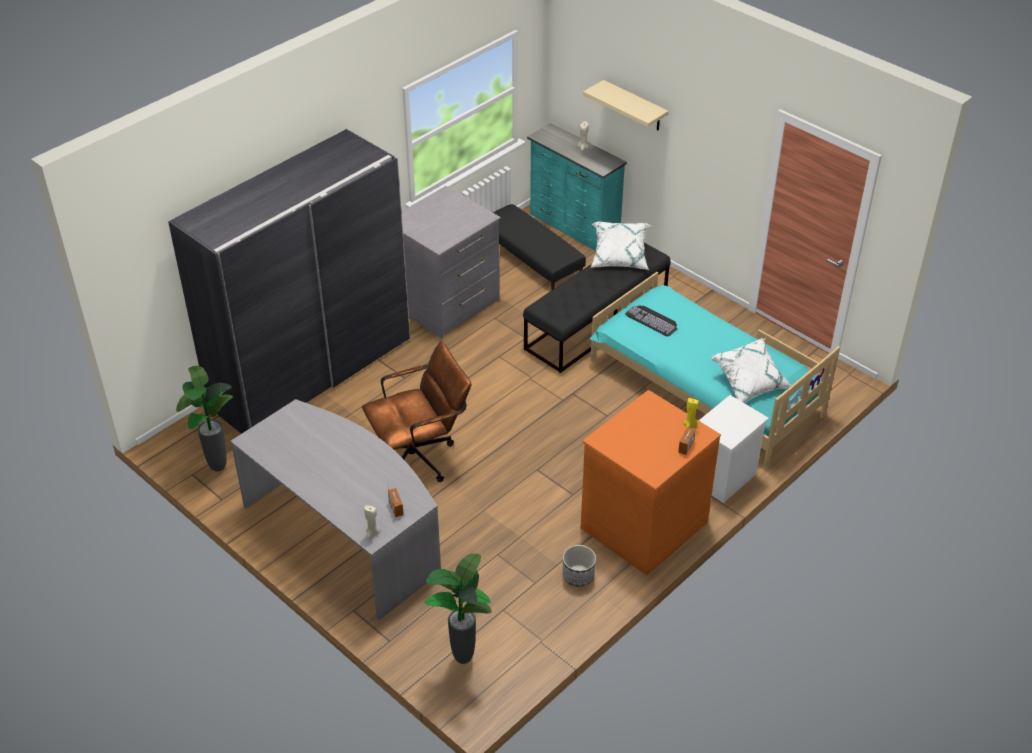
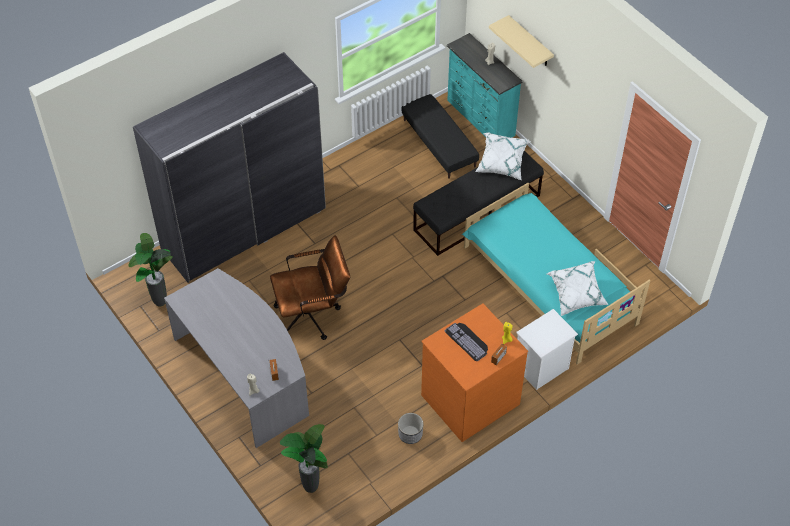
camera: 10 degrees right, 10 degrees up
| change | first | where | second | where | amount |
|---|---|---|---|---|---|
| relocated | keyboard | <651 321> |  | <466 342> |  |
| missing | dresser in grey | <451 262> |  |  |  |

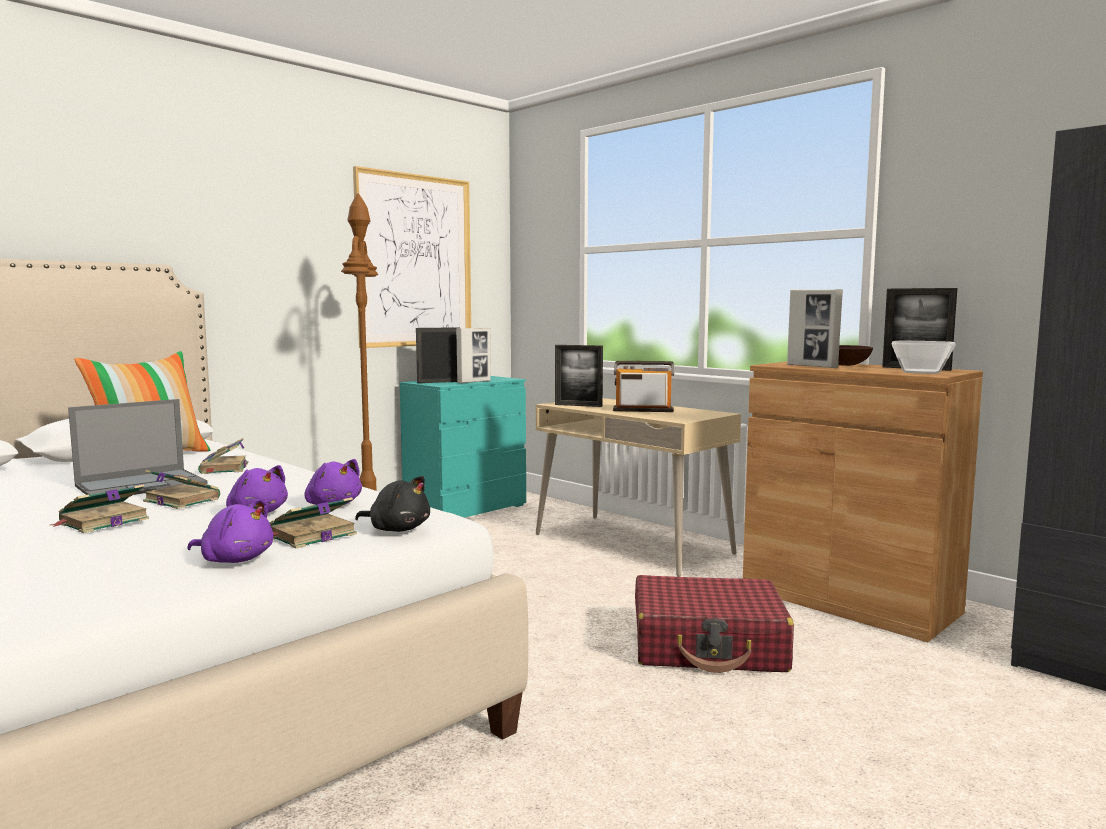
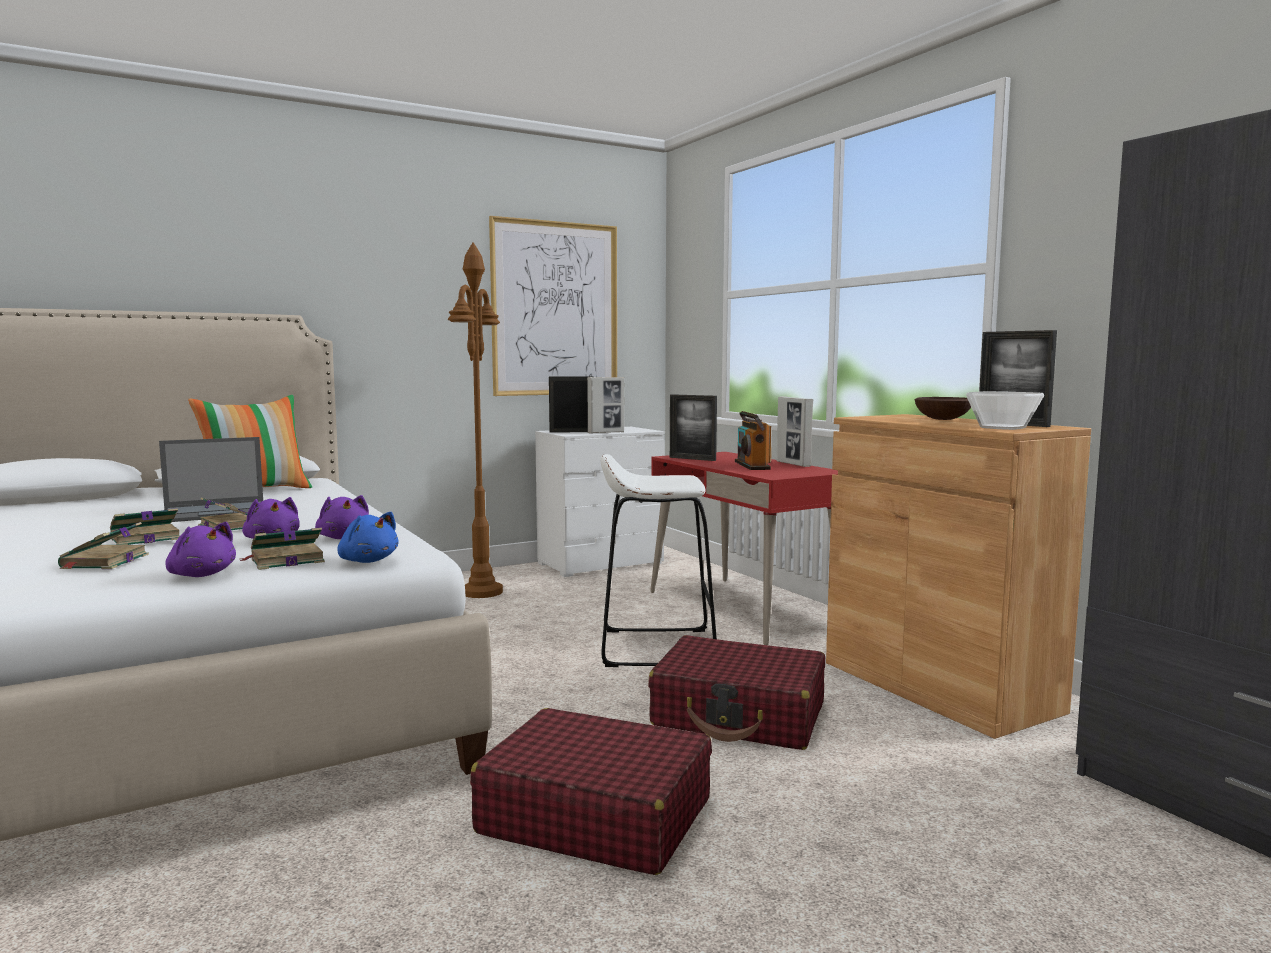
camera: 15 degrees right, 0 degrees up
| change | first | where | second | where | amount |
|---|---|---|---|---|---|
| relocated | book | <223 456> |  | <103 545> |  |
| colour | plush toy in black | <392 504> | plush toy in blue | <368 537> |  |
| appeared |  |  | suitcase in red | <591 791> |  |
| colour | dresser in turquoise | <463 447> | dresser in white | <600 502> |  |
| appeared |  |  | stool in white | <659 560> |  |
| colour | desk in beige | <638 487> | desk in red | <744 548> |  |
| spun | radio | <643 386> |  | <753 440> | 120 degrees counterclockwise |
| relocated | picture frame | <815 328> |  | <795 431> |  |

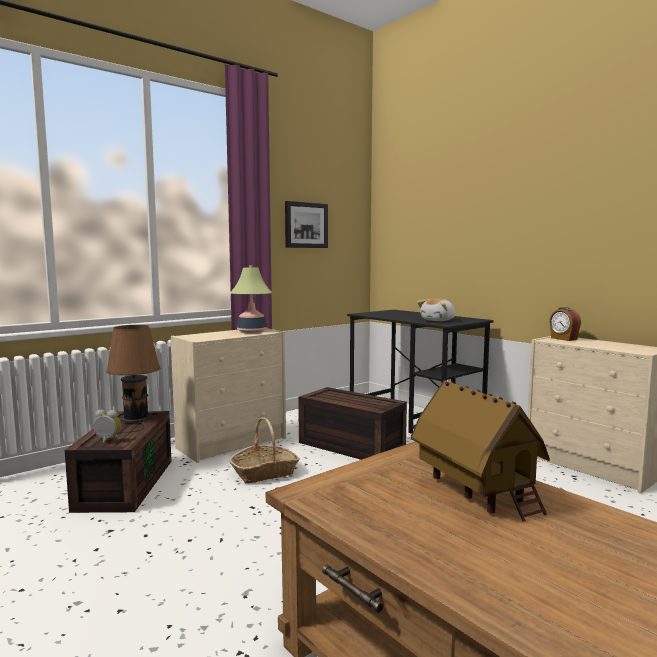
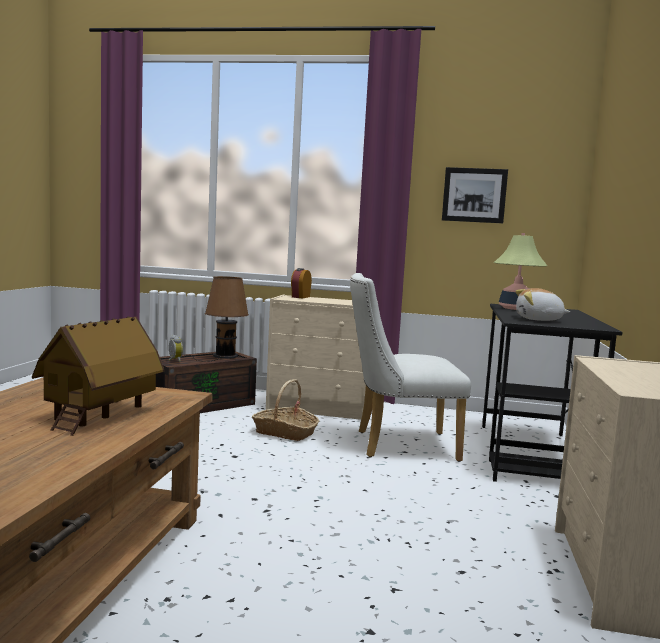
camera: 50 degrees right, 0 degrees up
| change | first | where | second | where | amount |
|---|---|---|---|---|---|
| relocated | alarm clock | <565 324> |  | <301 283> |  |
| exchanged | storage box in brown | <352 423> | chair in white | <410 367> |  |
| relocated | table lamp | <251 299> |  | <521 271> |  |

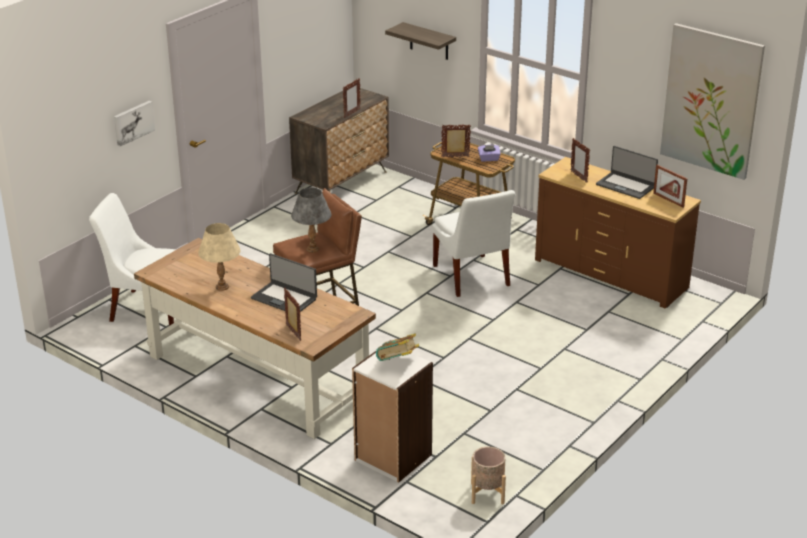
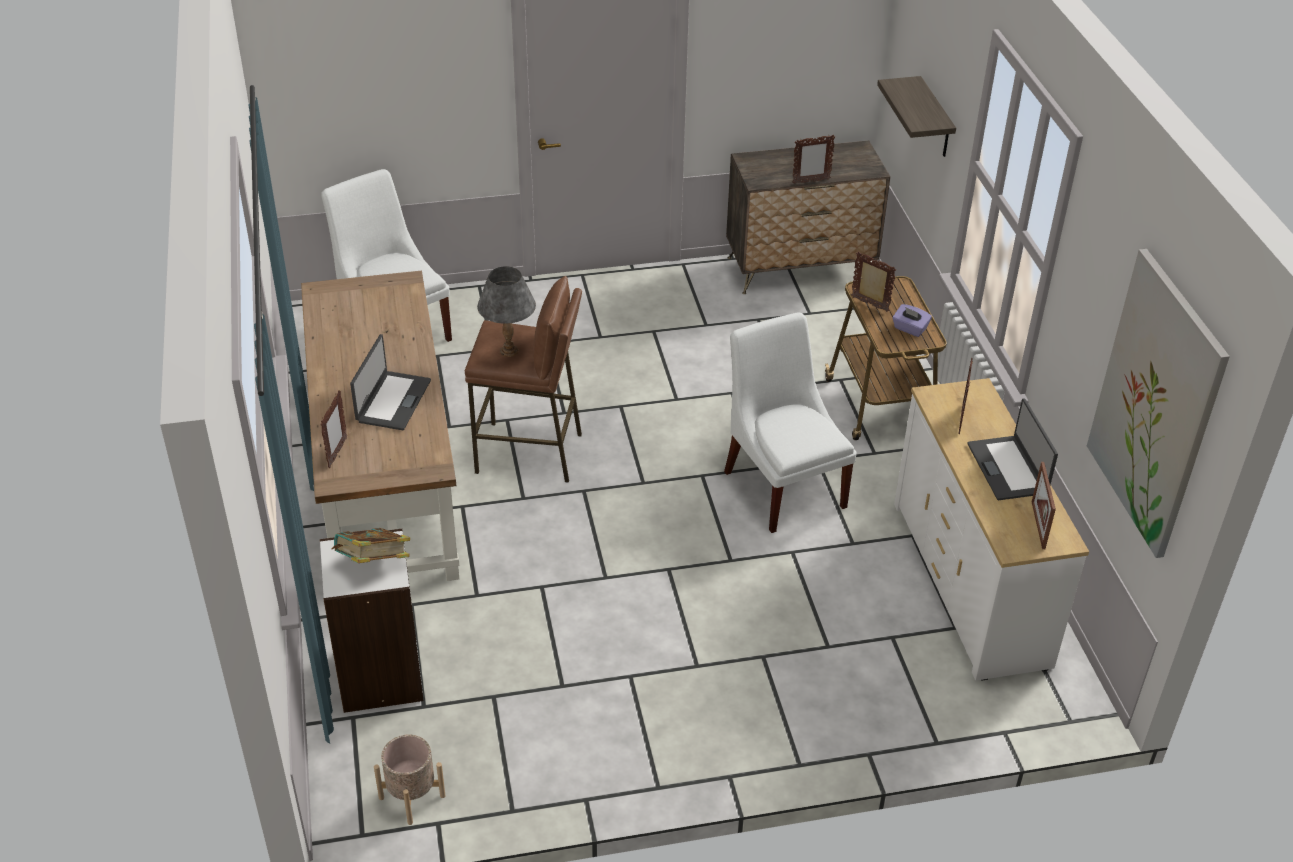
camera: 40 degrees right, 10 degrees up
| change | first | where | second | where | amount |
|---|---|---|---|---|---|
| spun | laptop | <284 282> |  | <390 382> | 150 degrees counterclockwise |
| spun | chair in white | <474 243> |  | <790 422> | 135 degrees clockwise |
| colour | dresser in brown | <618 233> | dresser in white | <991 529> |  |
| missing | picture | <134 124> |  |  |  |
| missing | table lamp in beige | <219 257> |  |  |  |

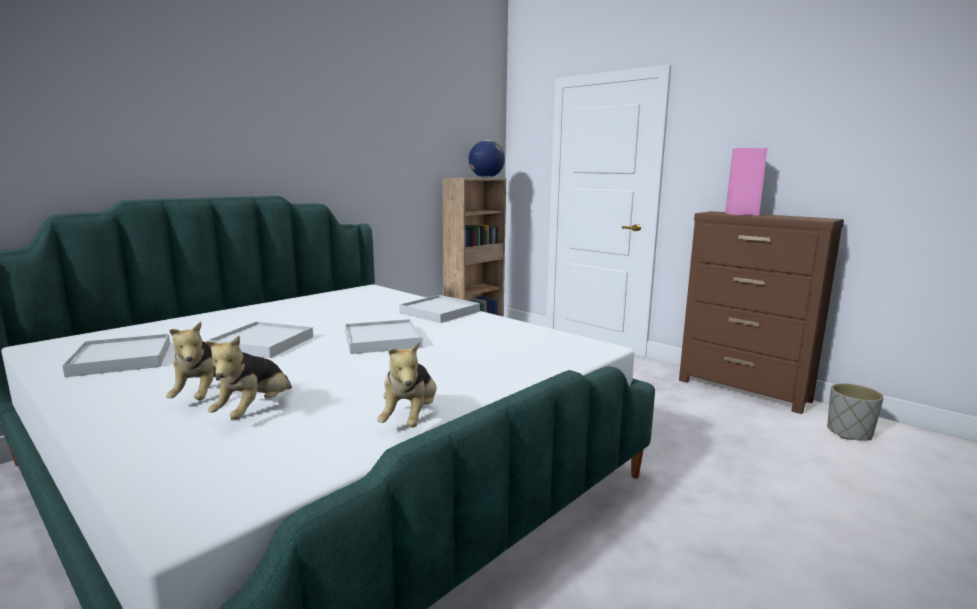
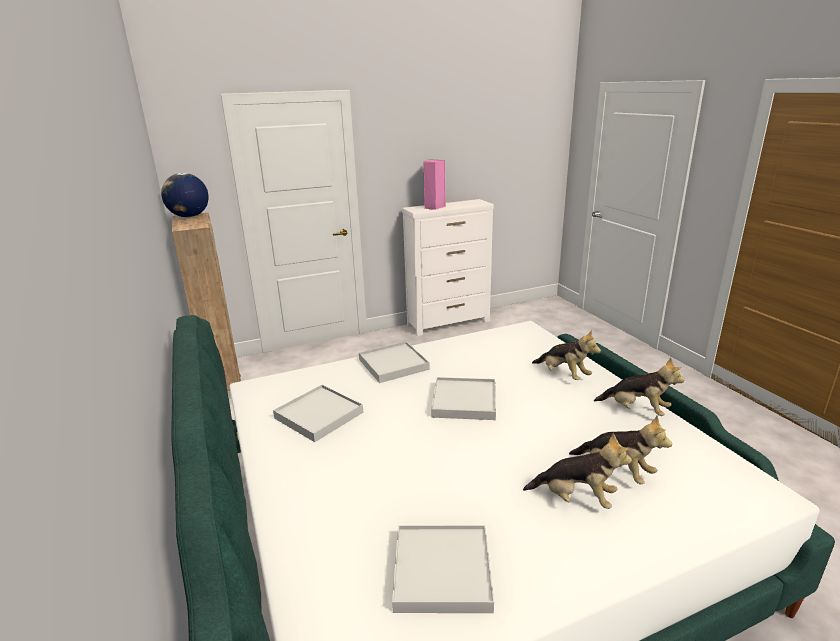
camera: 65 degrees left, 10 degrees up
| change | first | where | second | where | amount |
|---|---|---|---|---|---|
| relocated | tray in white | <260 340> |  | <318 413> |  |
| colour | dresser in brown | <761 312> | dresser in white | <448 267> |  |
| appeared |  |  | plush toy | <566 354> |  |
| missing | planter in grey | <855 412> |  |  |  |

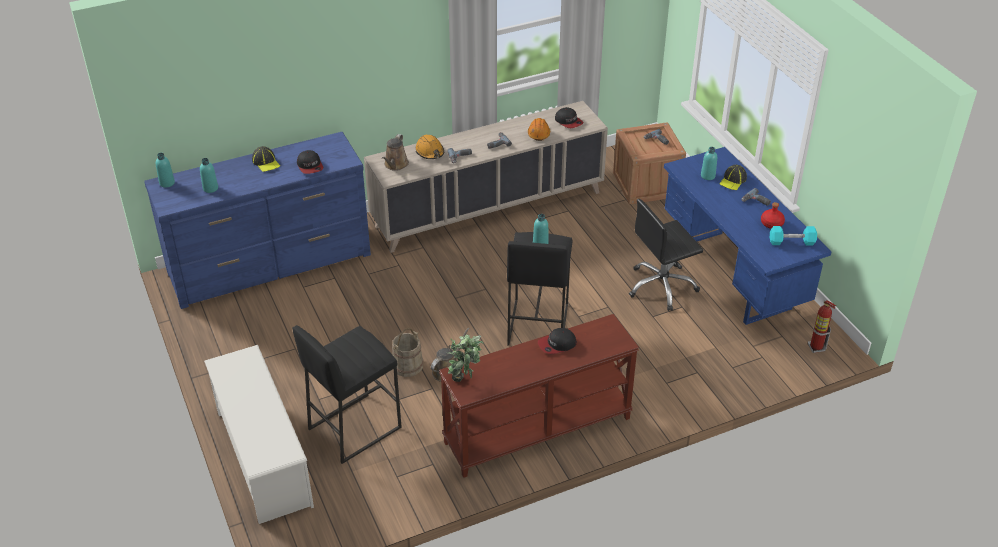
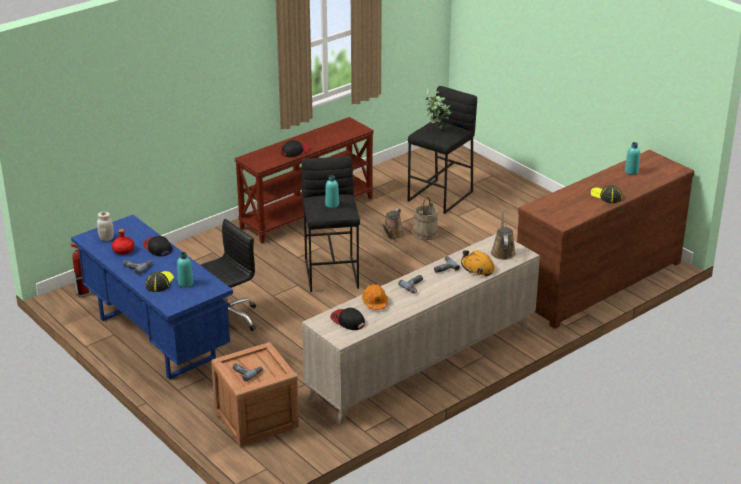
camera: 165 degrees right, 10 degrees down
| change | first | where | second | where | amount |
|---|---|---|---|---|---|
| exchanged | dumbbell in turquoise | <793 235> | jar in white | <105 226> |  |
| relocated | cap | <310 162> |  | <157 246> |  |
| relocated | potted plant | <465 358> |  | <438 110> |  |
| colour | dresser in blue | <257 220> | dresser in brown | <605 239> |  |
| missing | bottle in turquoise | <165 170> |  |  |  |
| missing | shoe rack in white | <259 434> |  |  |  |

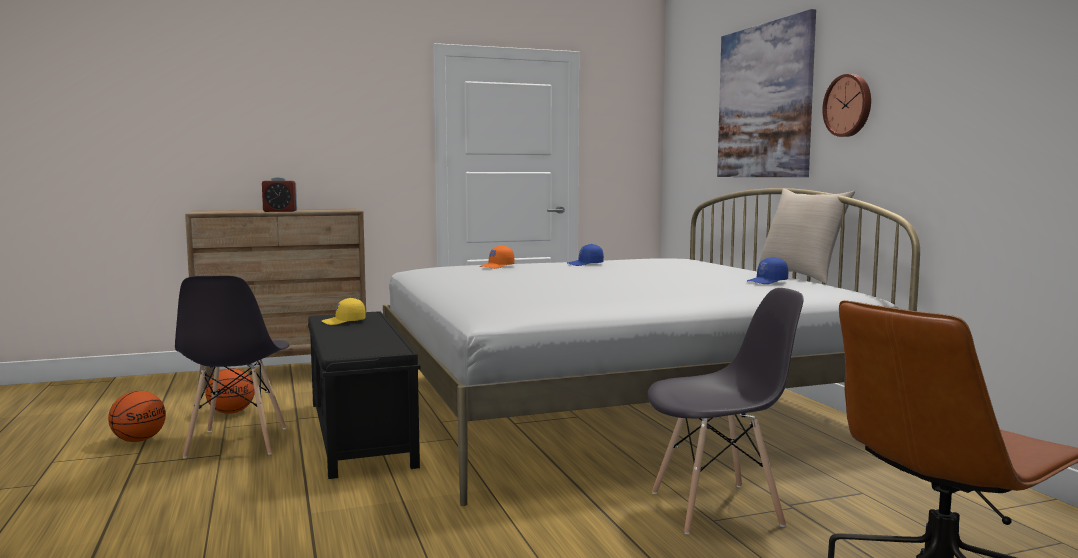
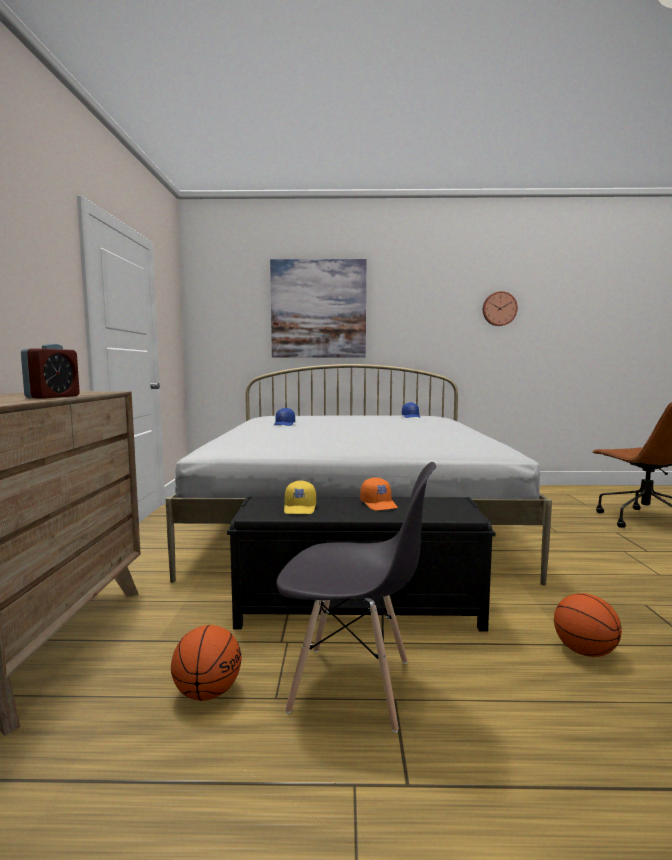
camera: 70 degrees left, 0 degrees up
| change | first | where | second | where | amount |
|---|---|---|---|---|---|
| relocated | cap in orange | <497 257> |  | <379 493> |  |
| relocated | wall clock | <846 105> |  | <500 308> |  |
| relocated | basketball | <137 416> |  | <588 625> |  |
| missing | chair in grey | <726 411> |  |  |  |
| missing | pillow in beige | <806 236> |  |  |  |

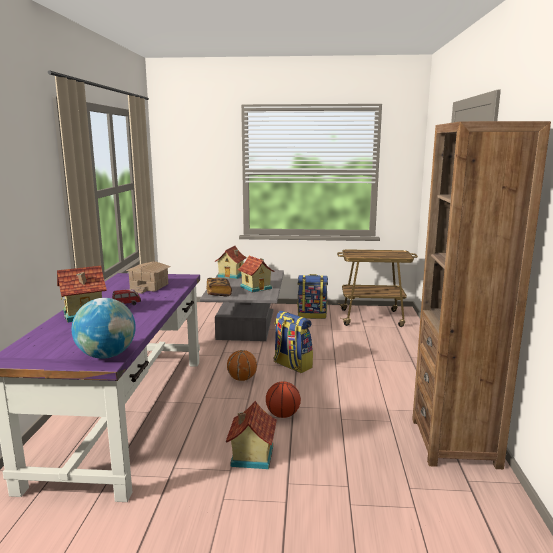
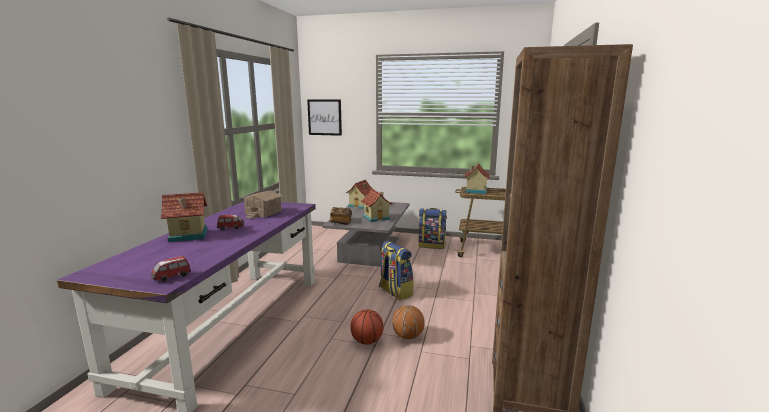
camera: 10 degrees right, 0 degrees up
| change | first | where | second | where | amount |
|---|---|---|---|---|---|
| exchanged | globe | <104 328> | toy car | <171 269> |  |
| appeared |  |  | picture | <324 117> |  |
| relocated | basketball | <242 365> |  | <408 322> |  |
| relocated | toy house | <251 435> |  | <477 178> |  |

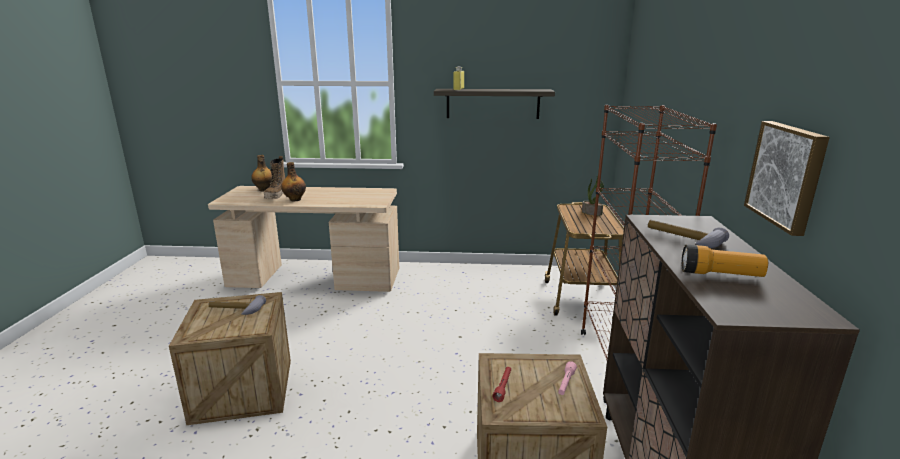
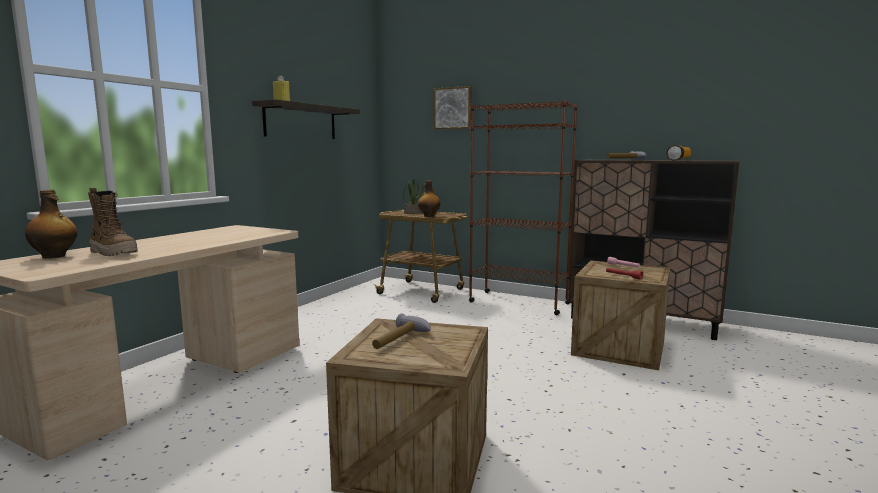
camera: 65 degrees left, 10 degrees down
| change | first | where | second | where | amount |
|---|---|---|---|---|---|
| relocated | bottle | <293 181> |  | <429 198> |  |
| relocated | picture | <787 178> |  | <453 107> |  |

